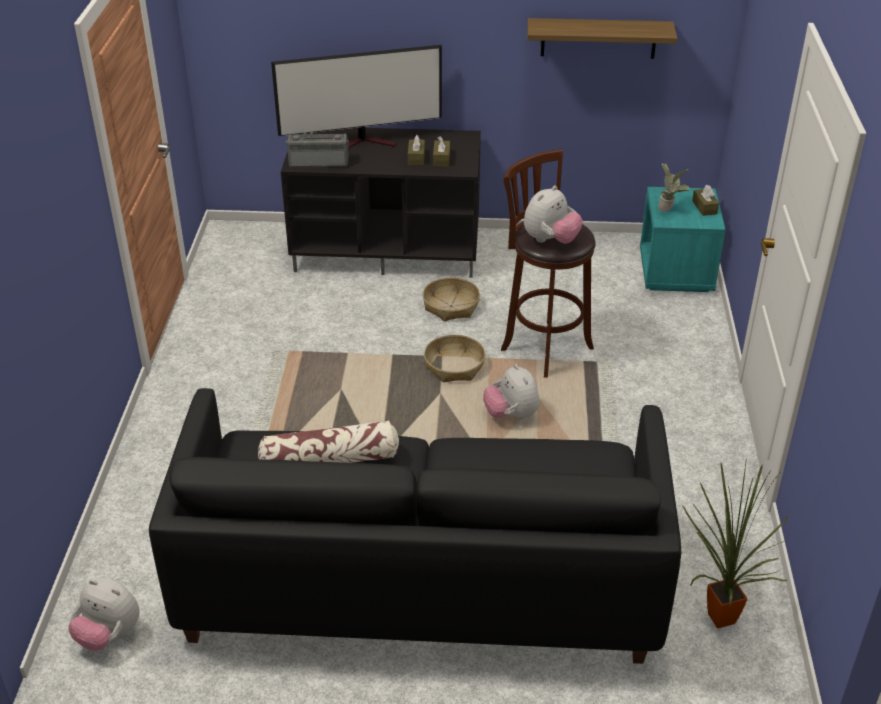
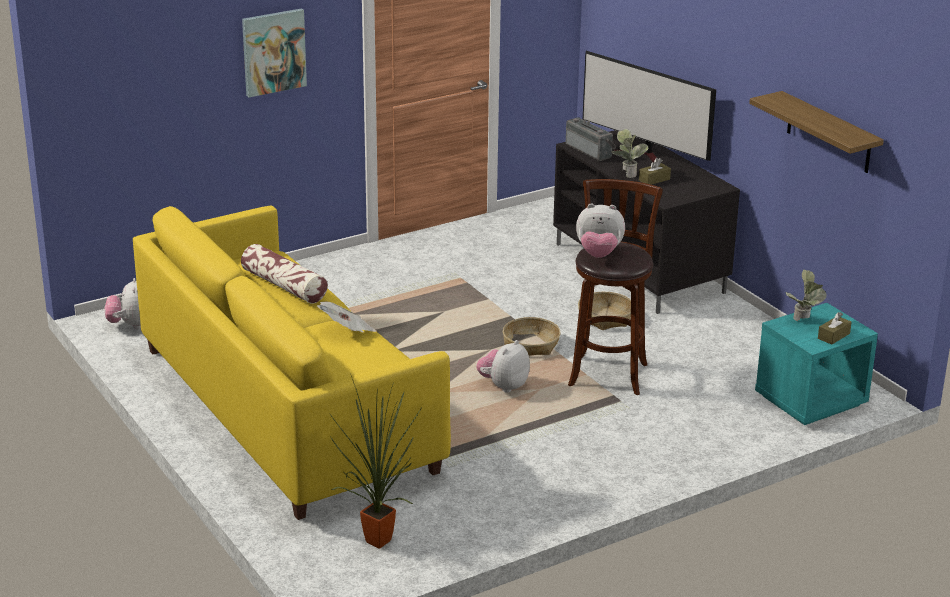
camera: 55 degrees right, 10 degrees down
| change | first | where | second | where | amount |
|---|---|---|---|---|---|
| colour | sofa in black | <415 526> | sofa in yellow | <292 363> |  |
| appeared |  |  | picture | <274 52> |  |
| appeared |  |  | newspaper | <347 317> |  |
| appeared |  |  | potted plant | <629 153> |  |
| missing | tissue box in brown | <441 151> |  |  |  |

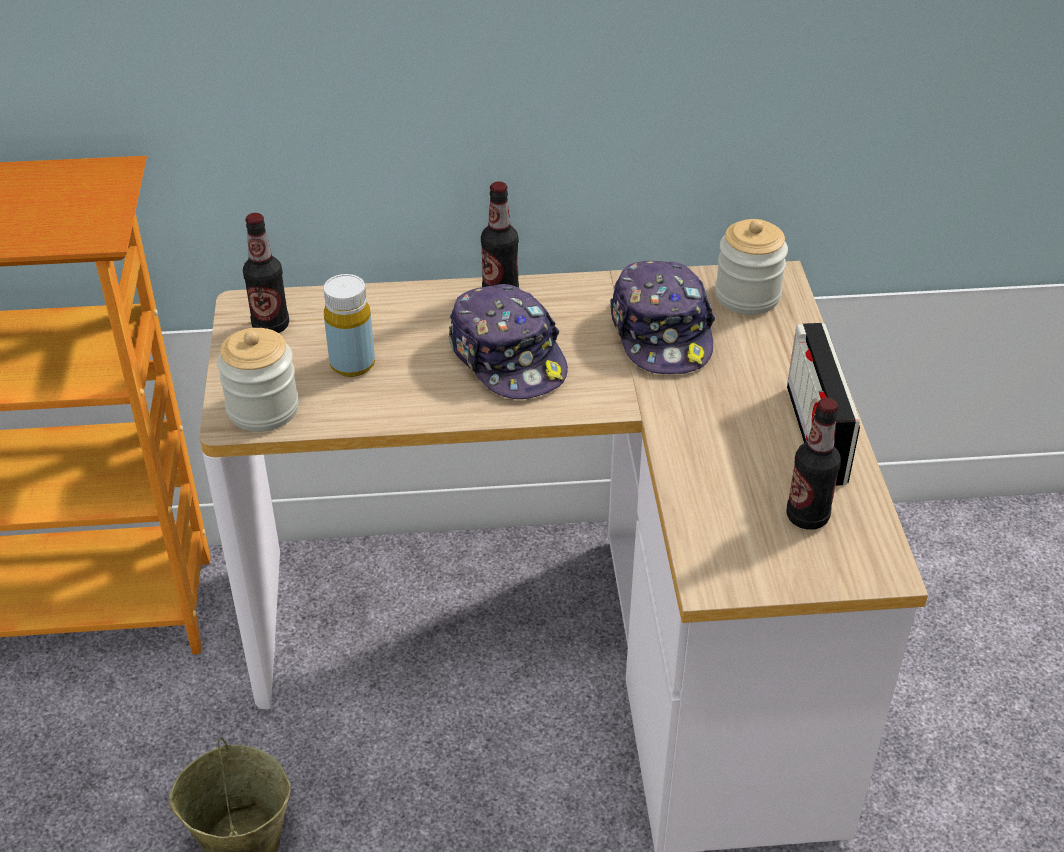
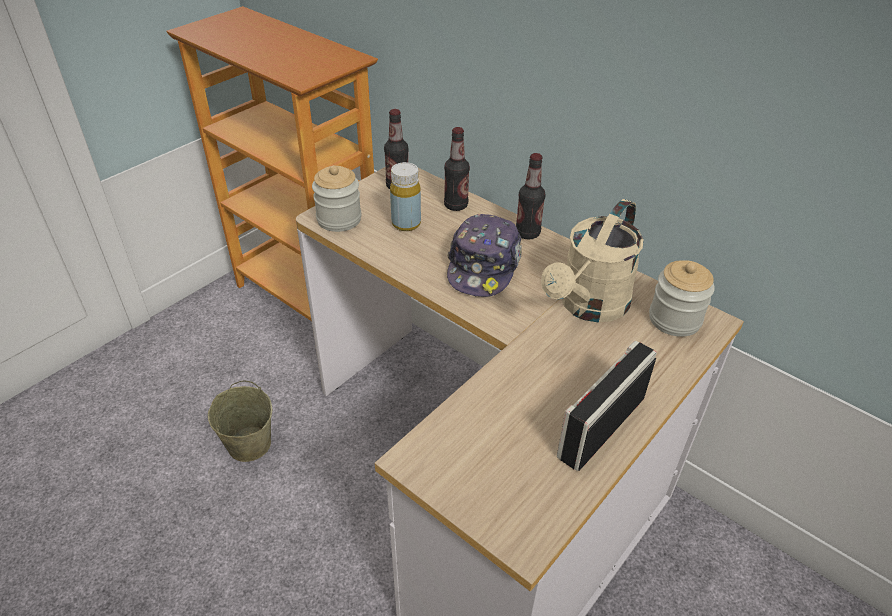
camera: 45 degrees right, 0 degrees up
| change | first | where | second | where | amount |
|---|---|---|---|---|---|
| relocated | bottle | <813 463> |  | <457 169> |  |
| exchanged | cap | <663 317> | watering can in beige | <592 261> |  |

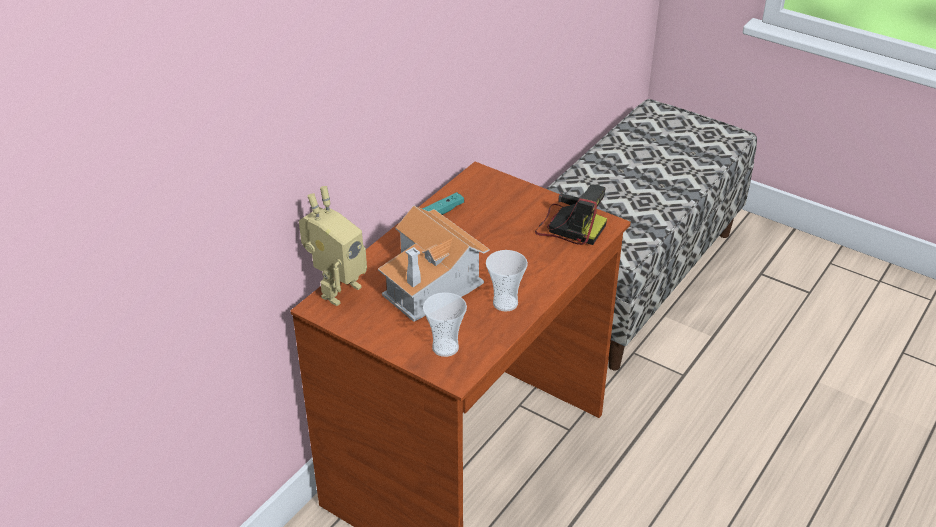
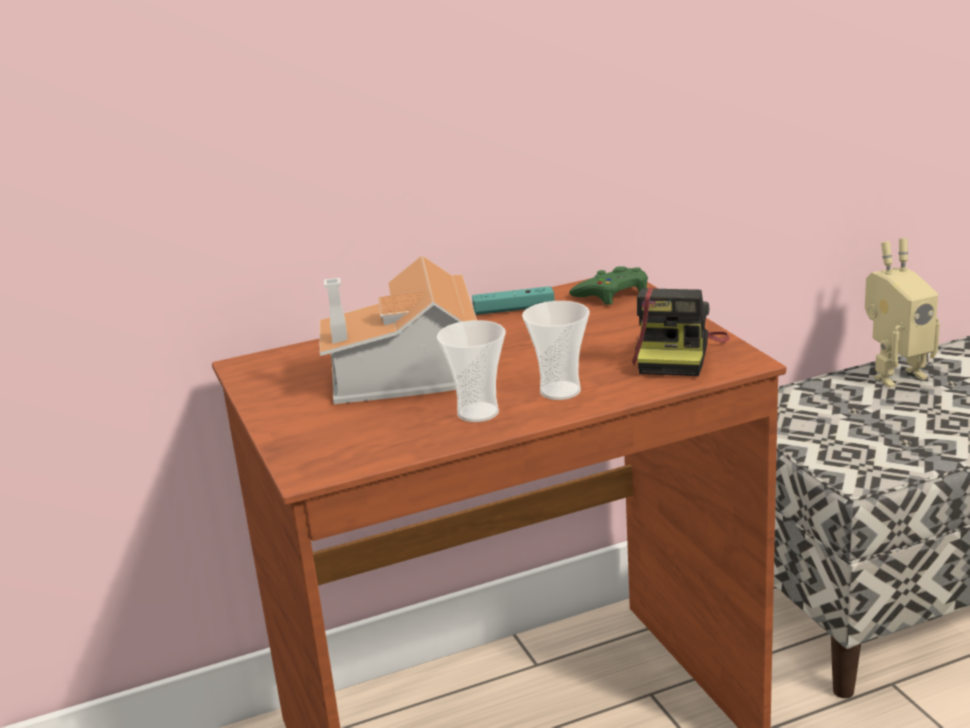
camera: 35 degrees right, 15 degrees down
| change | first | where | second | where | amount |
|---|---|---|---|---|---|
| relocated | cup | <445 324> |  | <556 350> |  |
| appeared |  |  | game controller in green | <608 285> |  |
| spun | photo camera | <571 215> |  | <681 331> | 45 degrees clockwise |
| relocated | toy robot | <333 246> |  | <902 313> |  |

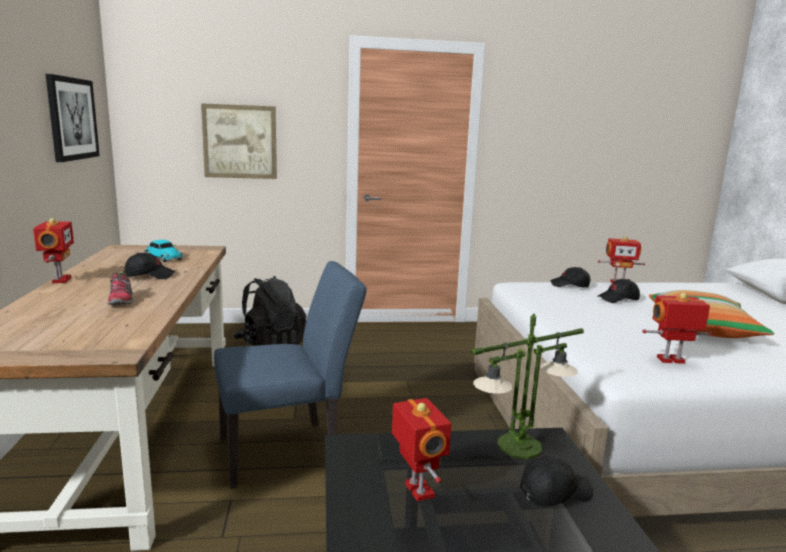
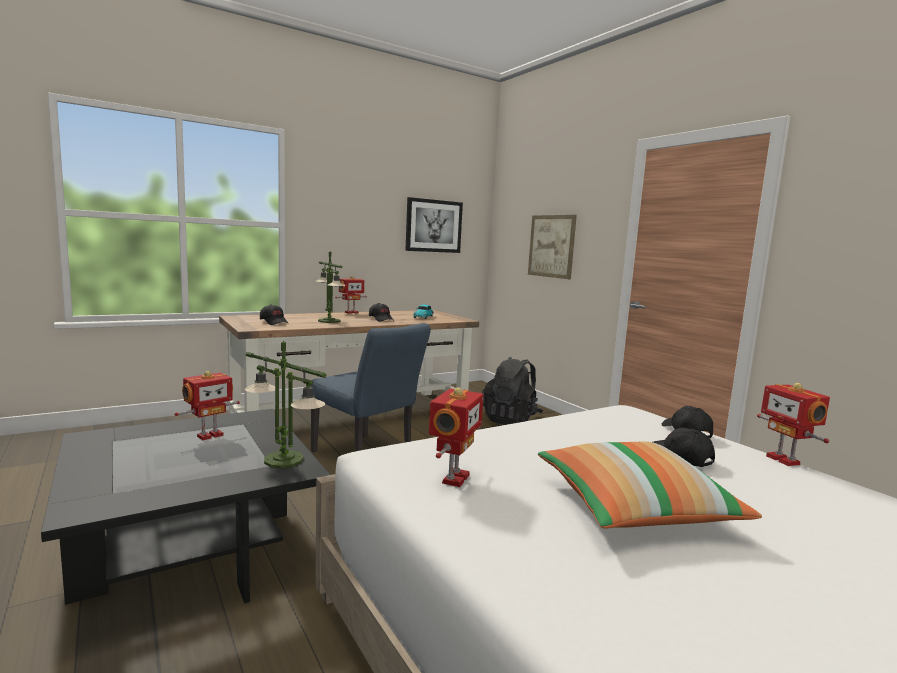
camera: 65 degrees right, 5 degrees down
| change | first | where | second | where | amount |
|---|---|---|---|---|---|
| relocated | cap in black | <556 481> |  | <274 314> |  |
| exchanged | shoe | <120 288> | table lamp | <331 287> |  |
| spun | toy robot | <677 328> |  | <456 437> | 45 degrees clockwise |

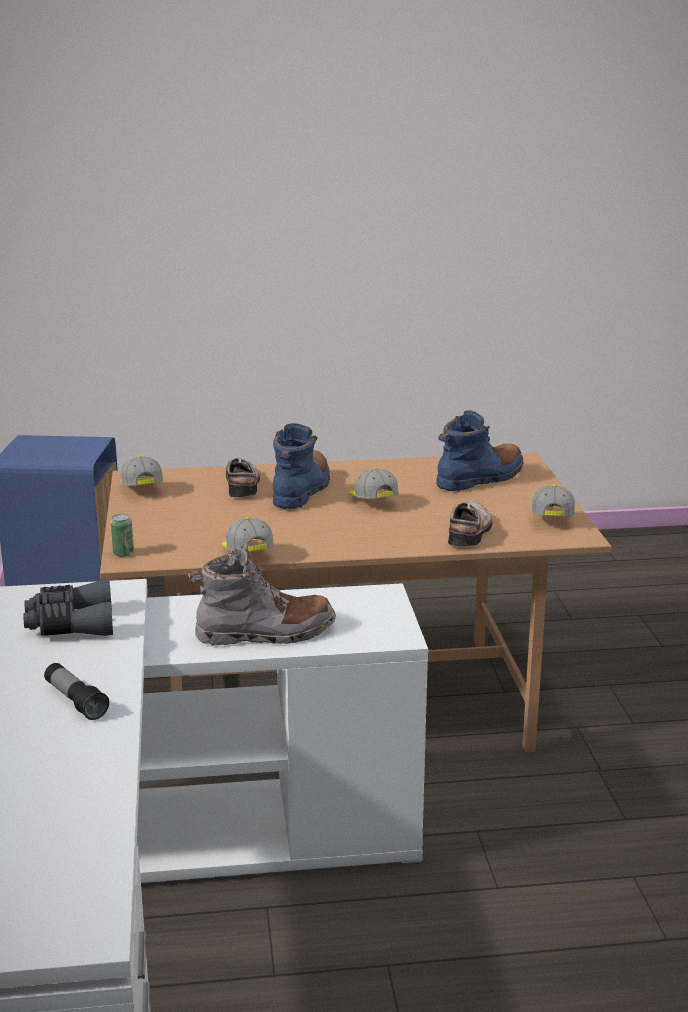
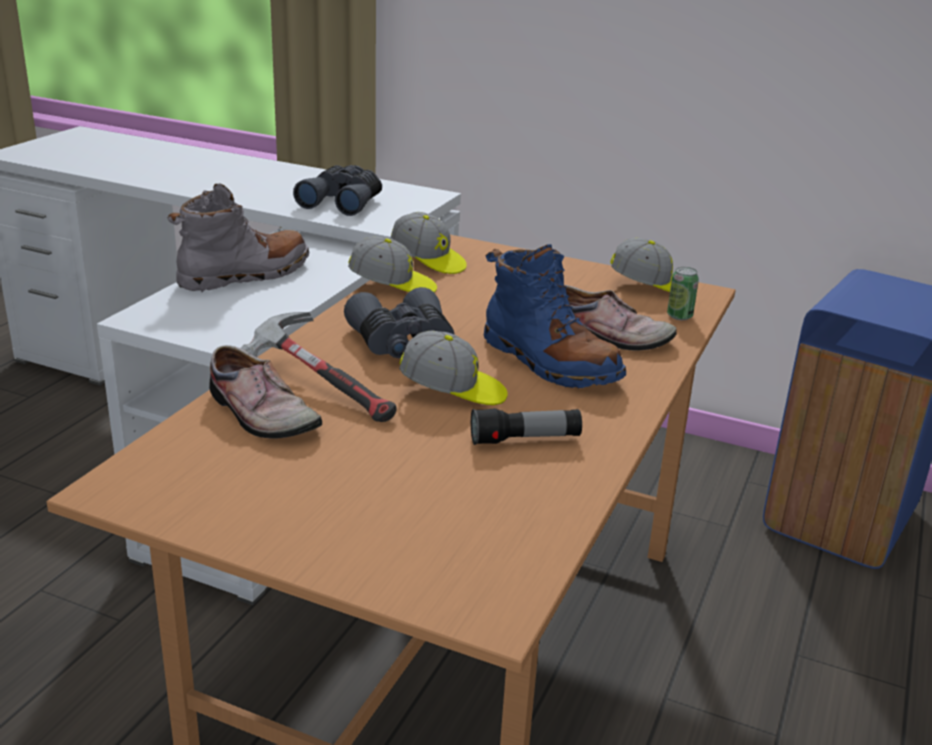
camera: 120 degrees right, 5 degrees up
| change | first | where | second | where | amount |
|---|---|---|---|---|---|
| spun | boot in grey | <262 596> |  | <238 238> | 150 degrees counterclockwise |
| appeared |  |  | hammer | <319 367> |  |
| appeared |  |  | binoculars in grey | <399 322> |  |
| relocated | cap | <553 500> |  | <428 243> |  |
| relocated | flashlight | <76 691> |  | <526 426> |  |
| relocated | can | <122 535> |  | <683 293> |  |
| missing | boot in blue | <480 451> |  |  |  |

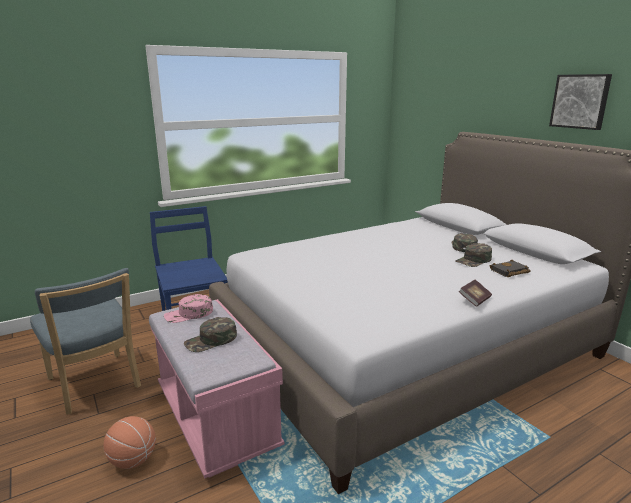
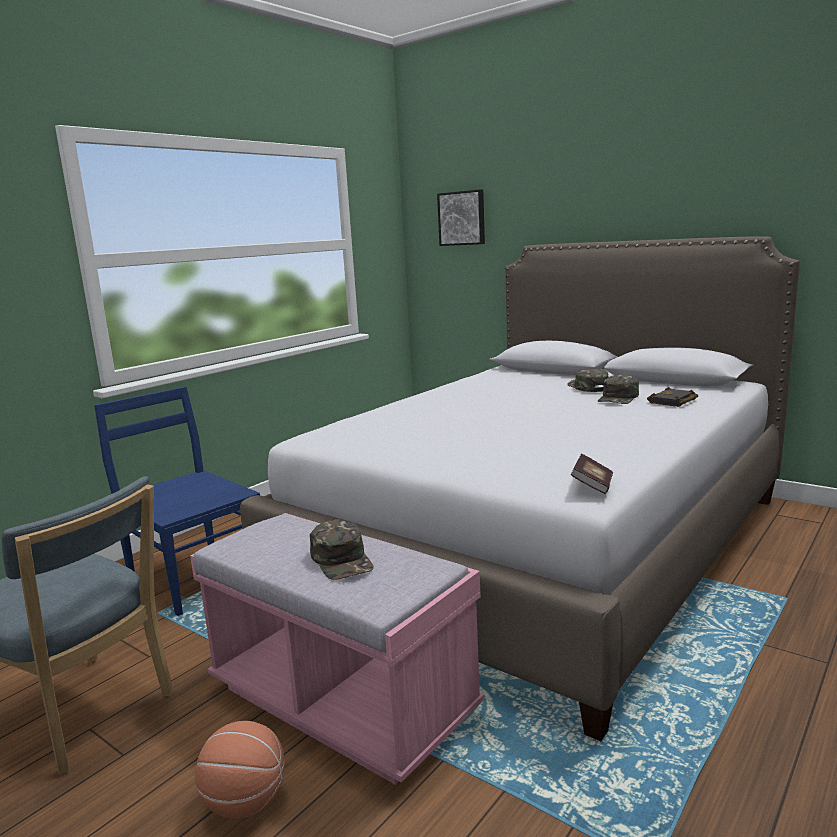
camera: 20 degrees left, 5 degrees down
| change | first | where | second | where | amount |
|---|---|---|---|---|---|
| spun | cap in green | <210 334> |  | <342 549> | 60 degrees counterclockwise |
| relocated | picture | <580 102> |  | <461 217> |  |
| relocated | book | <475 293> |  | <592 474> |  |
| missing | cap in pink | <188 308> |  |  |  |

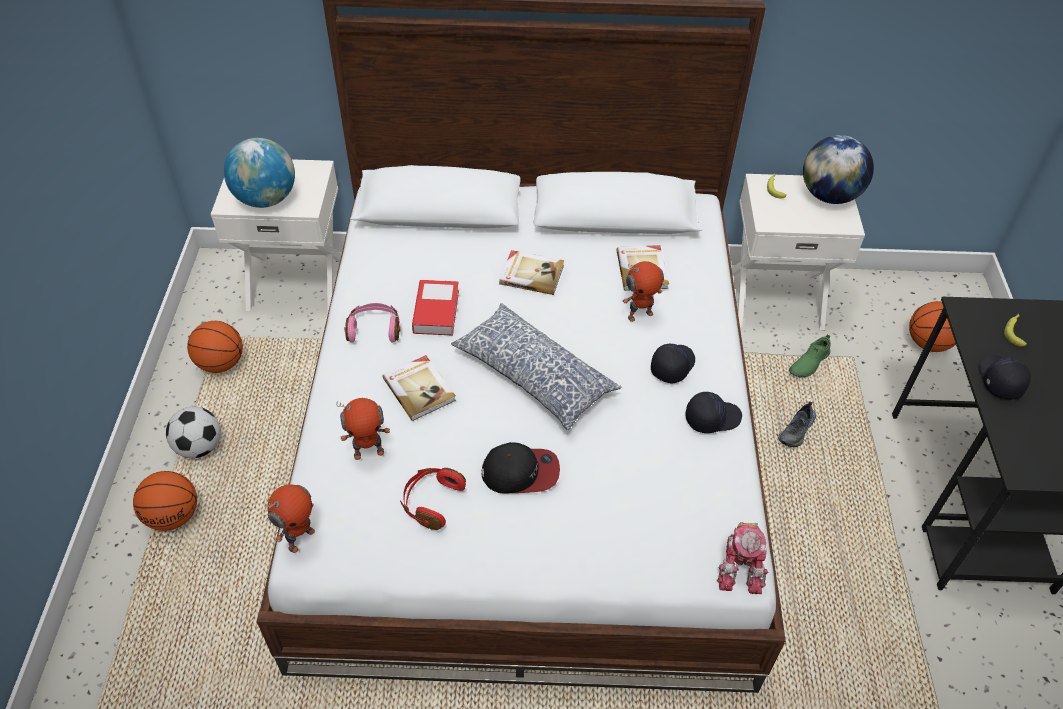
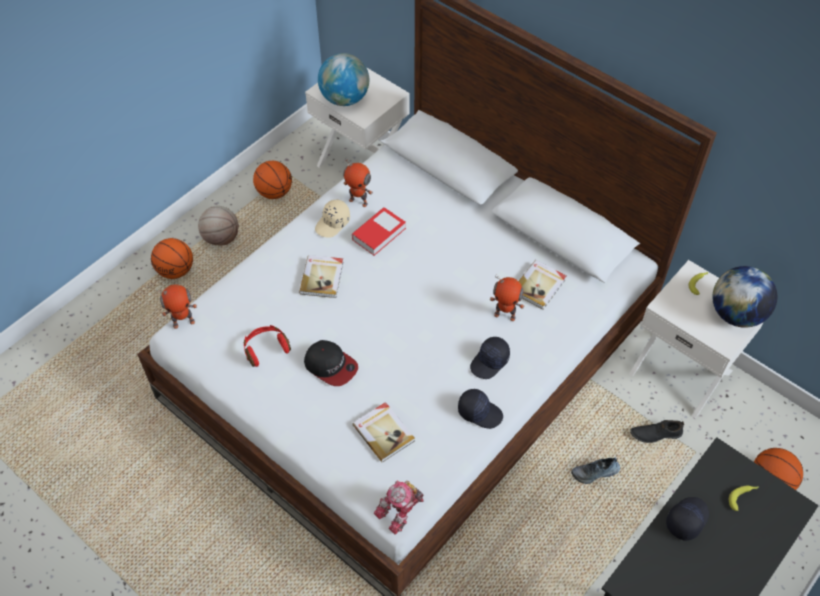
camera: 40 degrees right, 5 degrees up
| change | first | where | second | where | amount |
|---|---|---|---|---|---|
| exchanged | football | <193 432> | basketball | <218 225> |  |
| exchanged | headphones in pink | <373 323> | cap in beige | <332 219> |  |
| relocated | toy robot | <363 429> |  | <358 182> |  |
| relocated | book | <531 272> |  | <383 432> |  |
| spun | cap in black | <673 363> |  | <490 358> | 150 degrees clockwise |
| colour | shoe in green | <810 356> | shoe in black | <657 431> |  |
| missing | pillow | <536 366> |  |  |  |

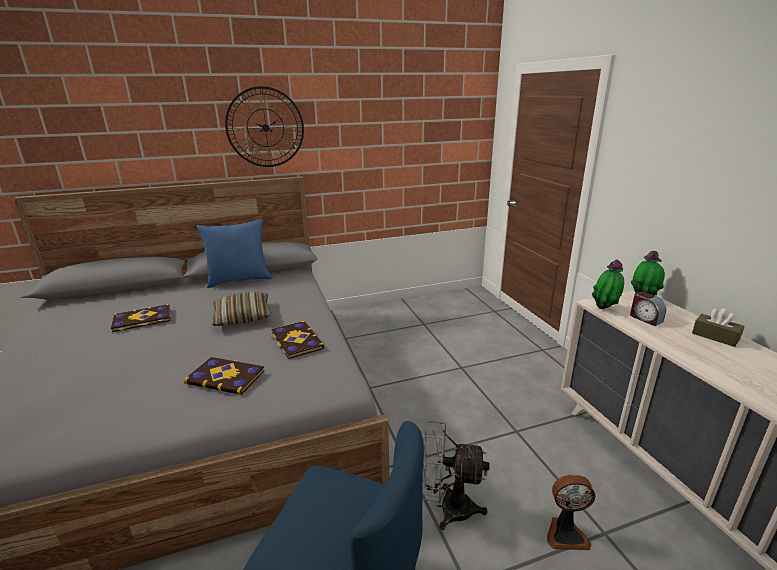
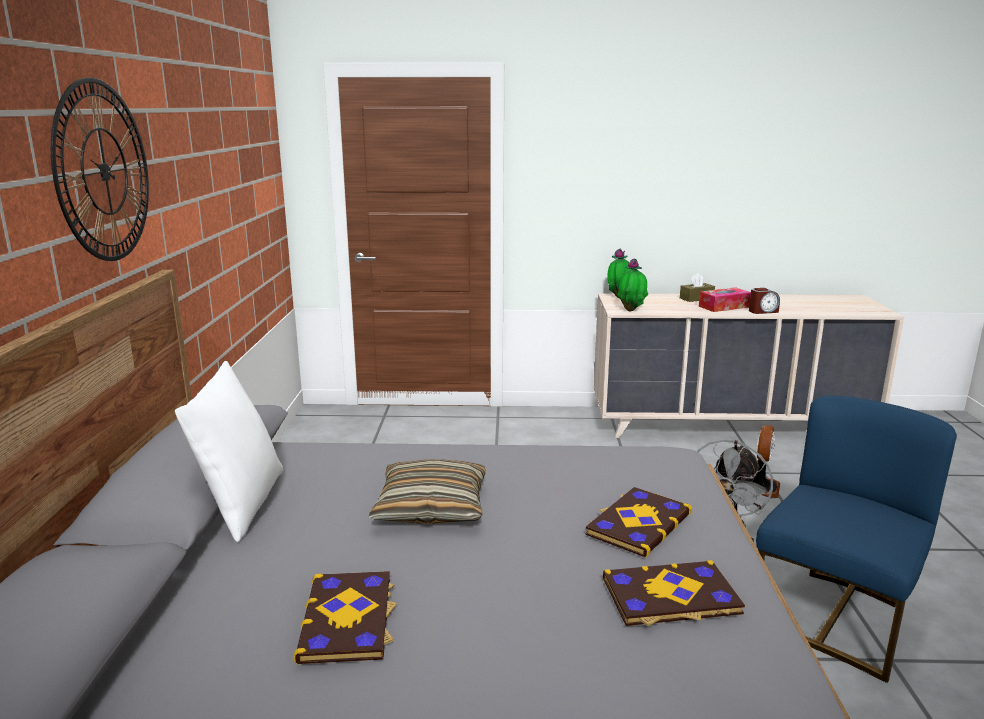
camera: 70 degrees left, 5 degrees down
| change | first | where | second | where | amount |
|---|---|---|---|---|---|
| colour | pillow in blue | <234 253> | pillow in white | <229 451> |  |
| relocated | book | <297 340> |  | <674 593> |  |
| appeared |  |  | tissue box | <725 299> |  |
| relocated | alarm clock | <648 309> |  | <764 301> |  |

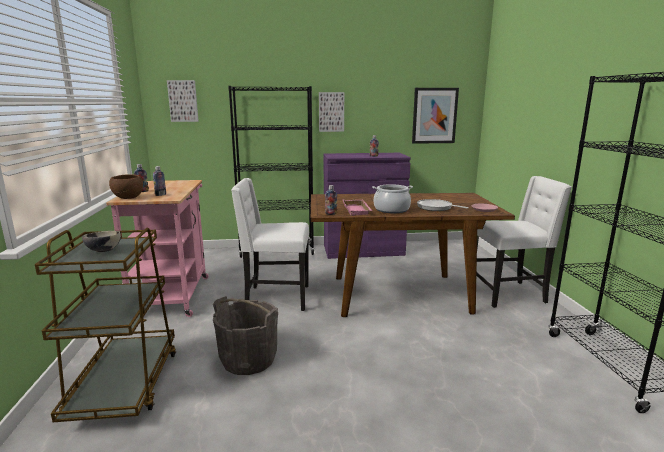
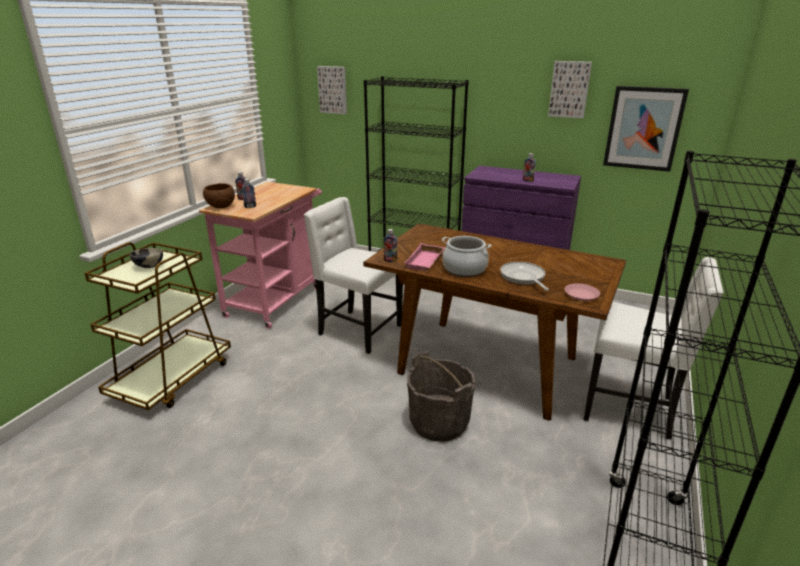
camera: 30 degrees right, 10 degrees up
| change | first | where | second | where | amount |
|---|---|---|---|---|---|
| relocated | bucket in grey | <245 335> |  | <441 396> |  |
| relocated | picture | <331 112> |  | <570 90> |  |

